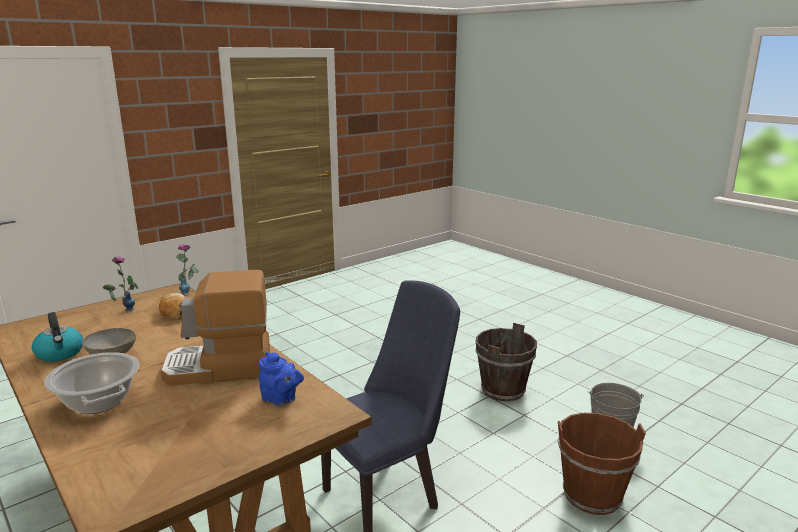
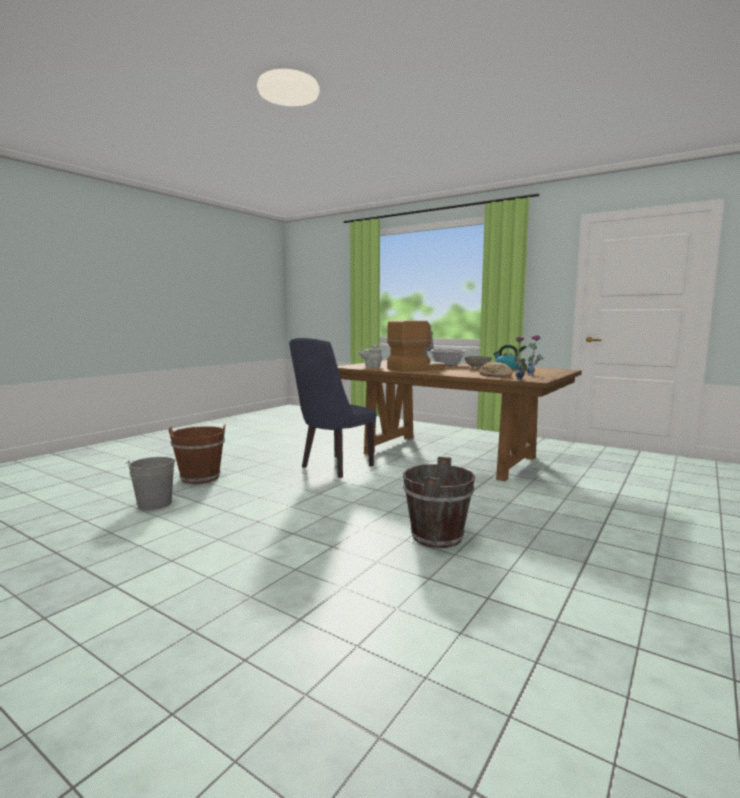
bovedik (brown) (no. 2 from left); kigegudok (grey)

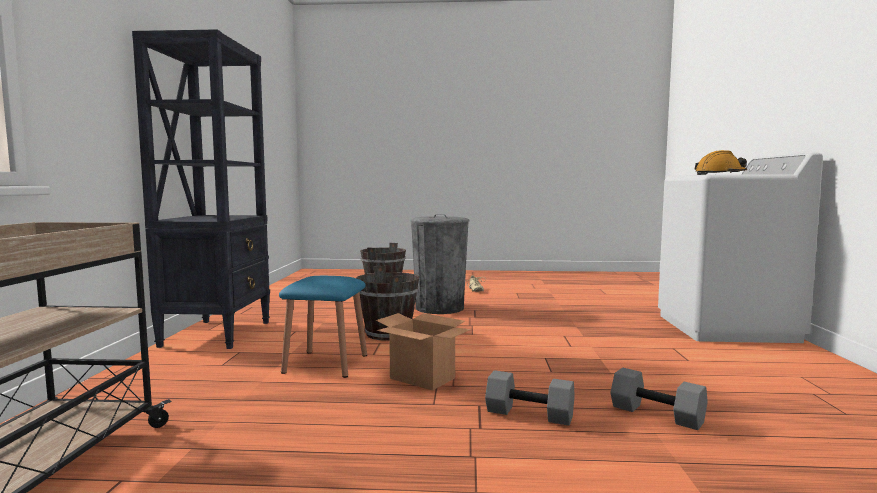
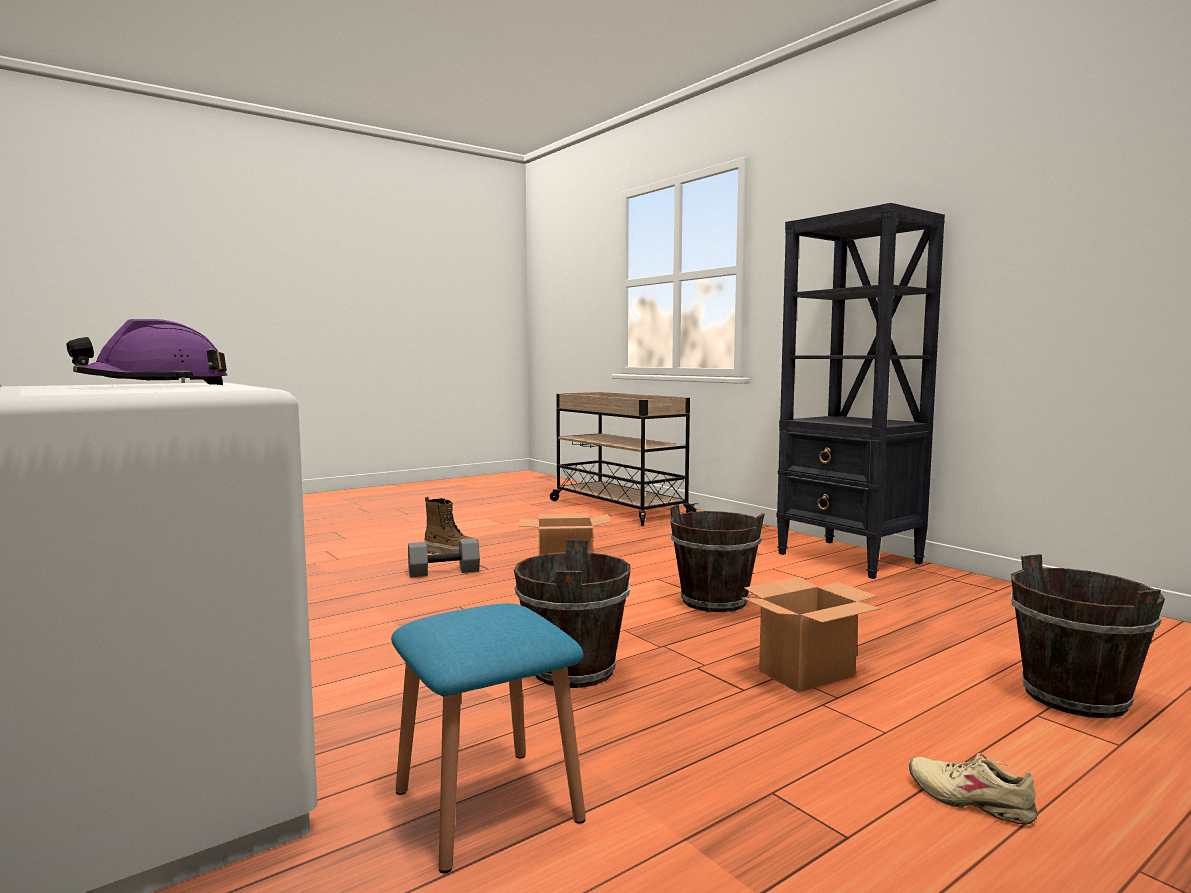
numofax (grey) (no. 2 from left in the first image); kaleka; bovedik (brown) (no. 1 from left); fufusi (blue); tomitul (no. 2 from left); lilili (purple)

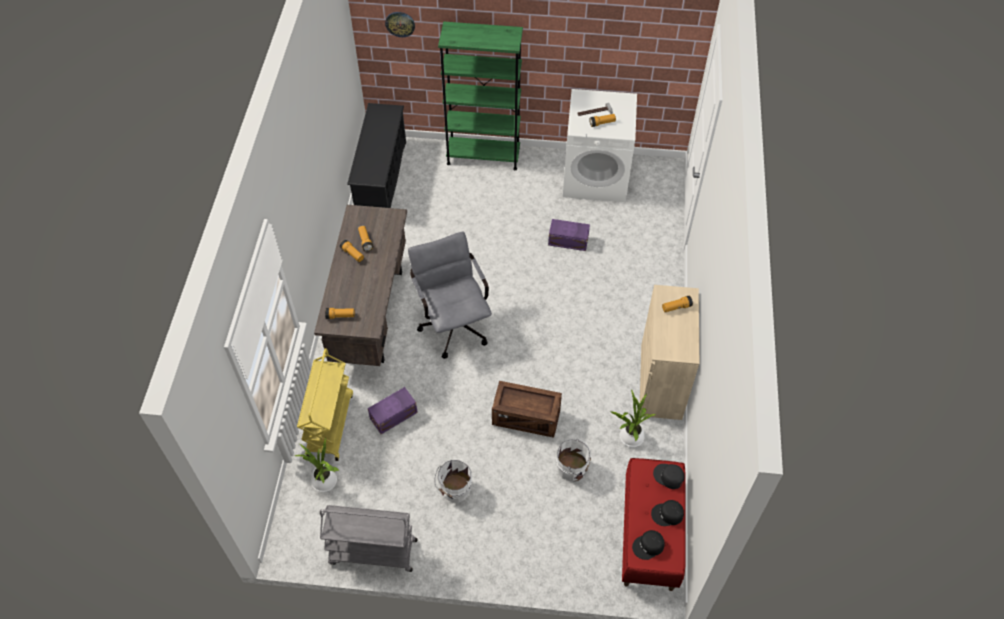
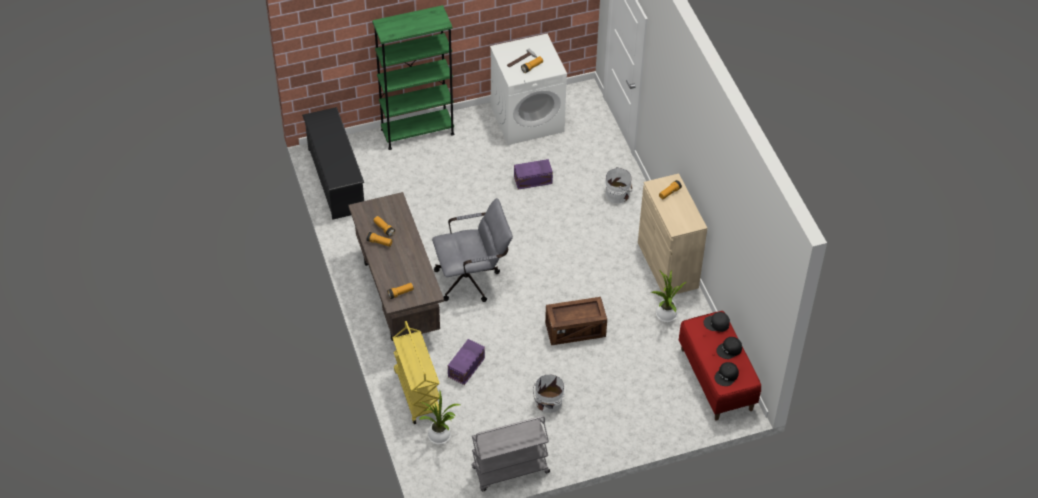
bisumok; bovedik (white) (no. 2 from left); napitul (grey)

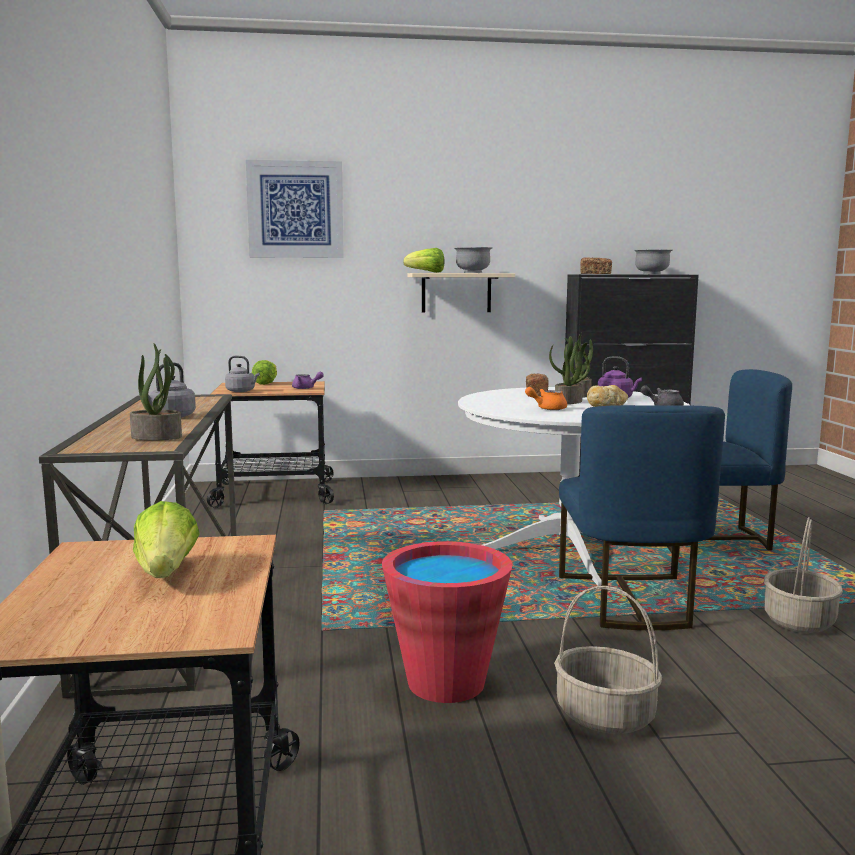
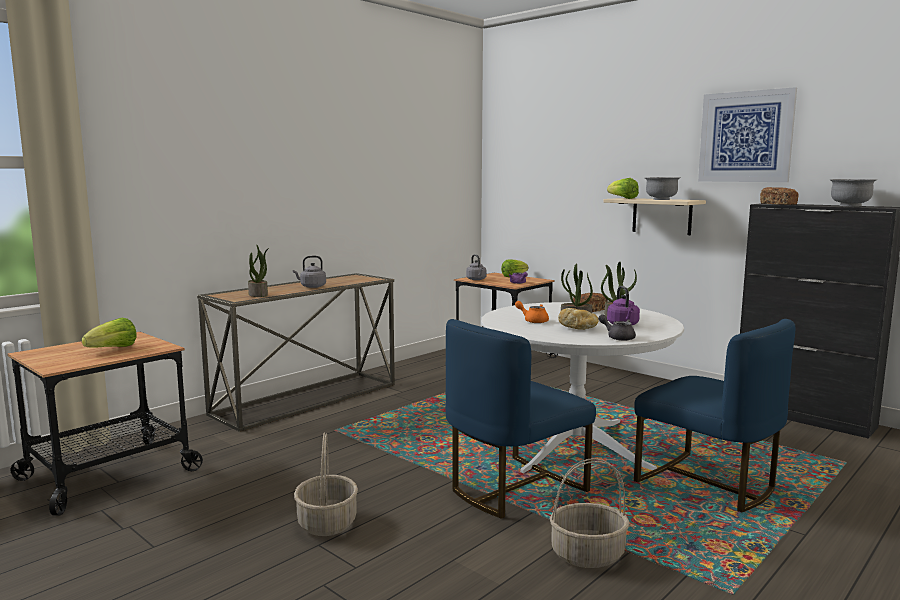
bovedik (red); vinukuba

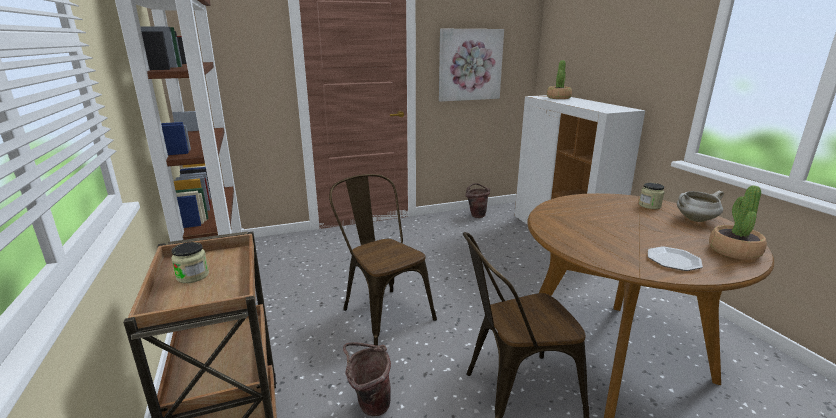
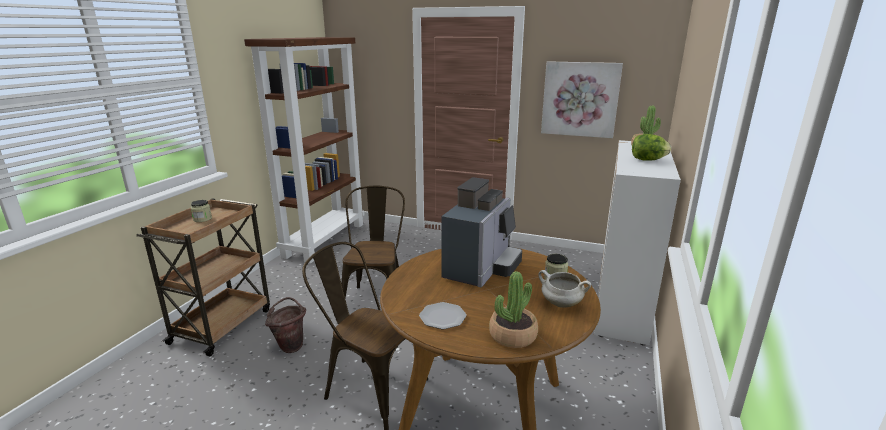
bovedik (brown) (no. 2 from left in the first image); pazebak; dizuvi

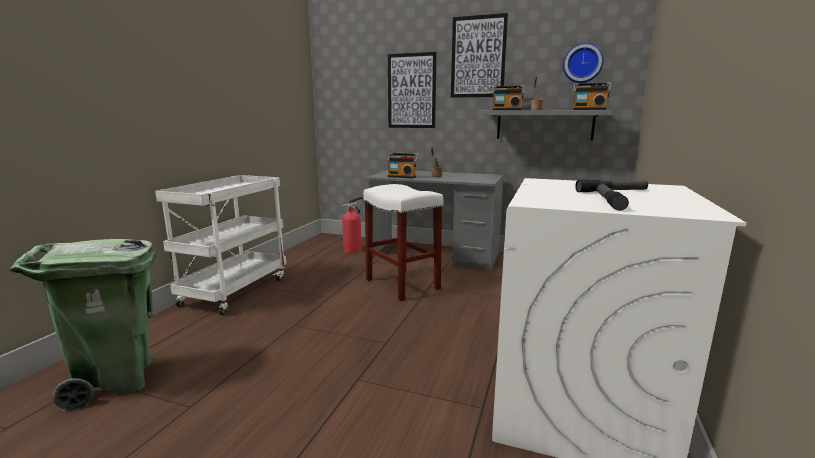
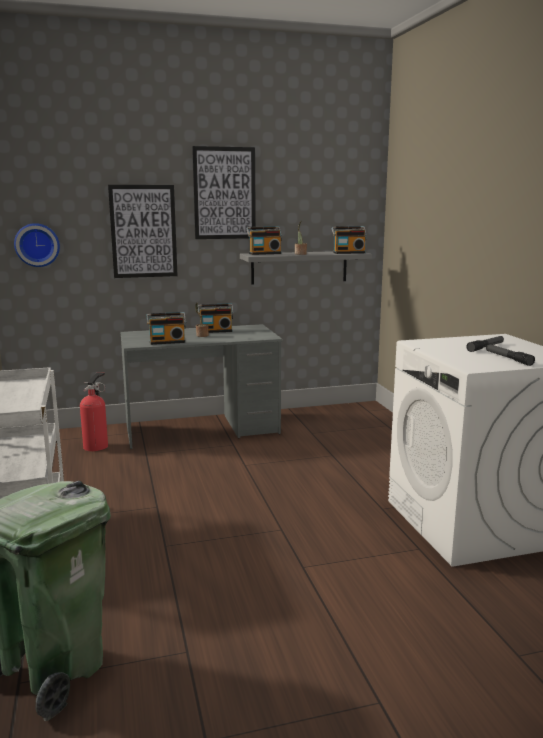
fufusi (white); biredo (no. 2 from left); bisumok

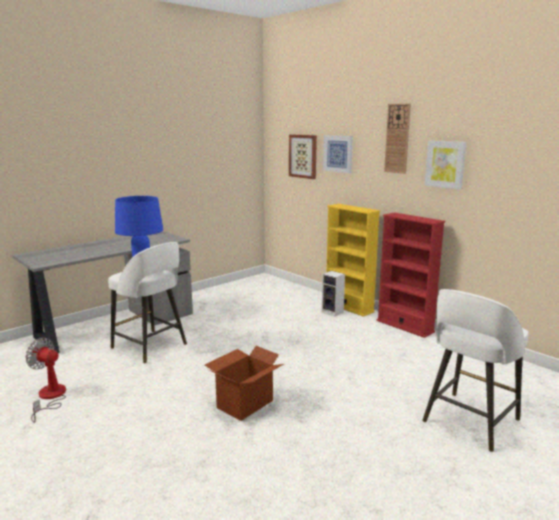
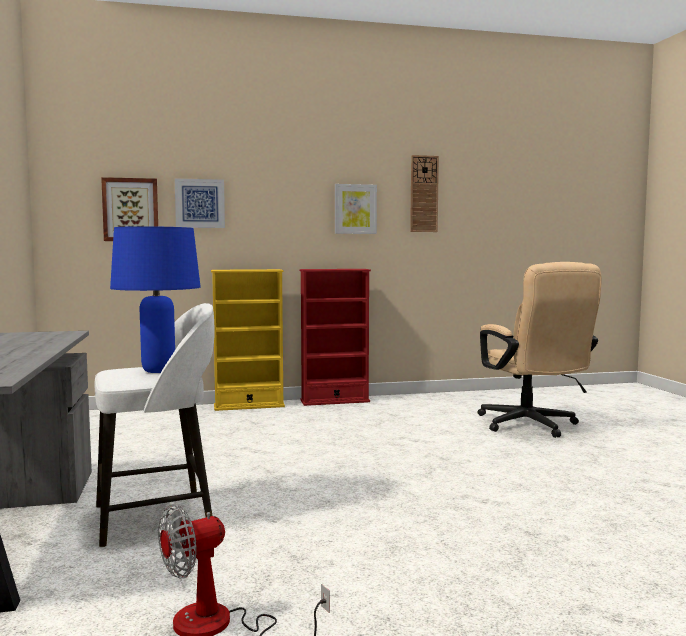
tomitul; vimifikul; bisumok; napitul (beige)

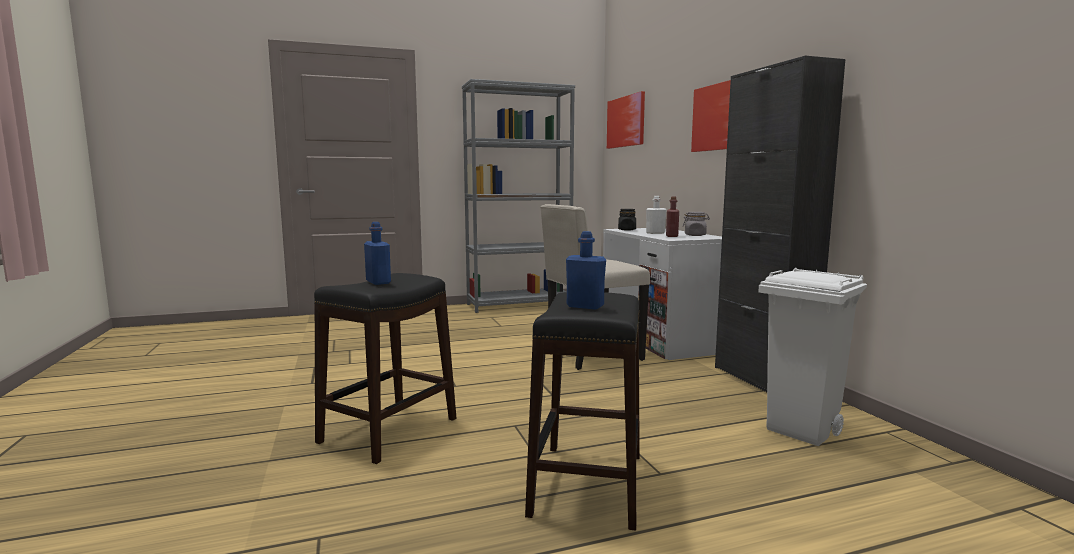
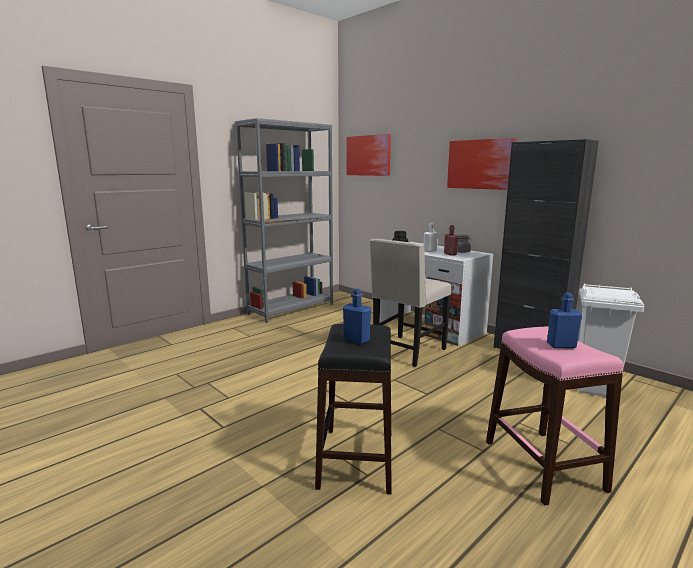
fufusi (pink)

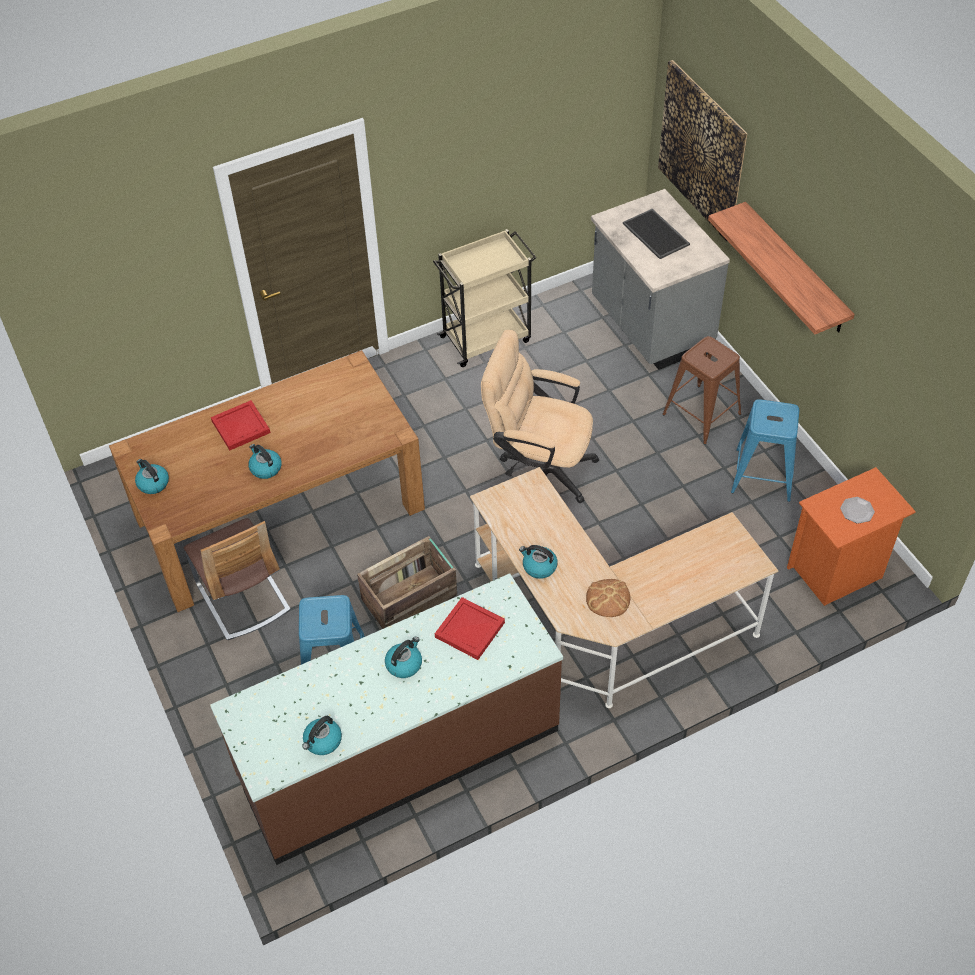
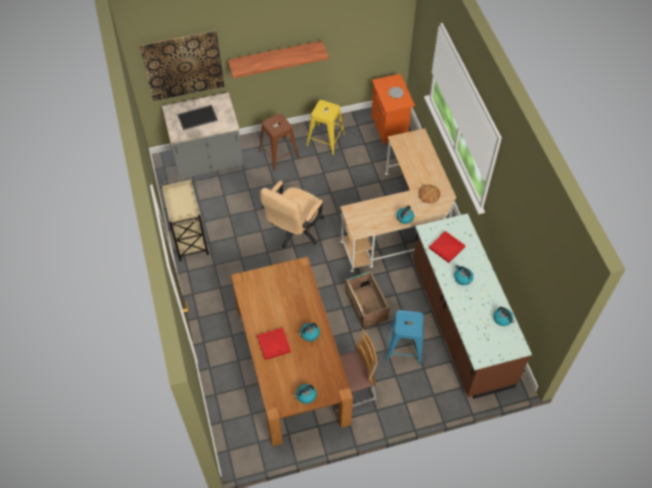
fufusi (yellow)

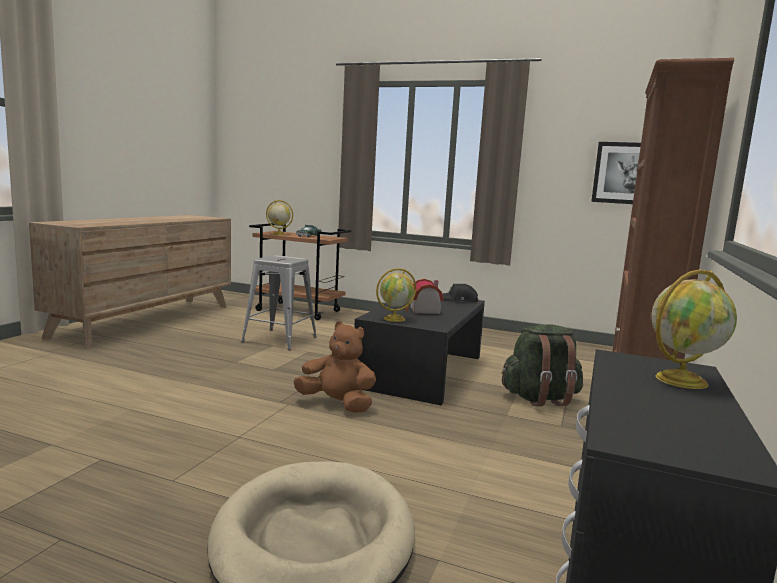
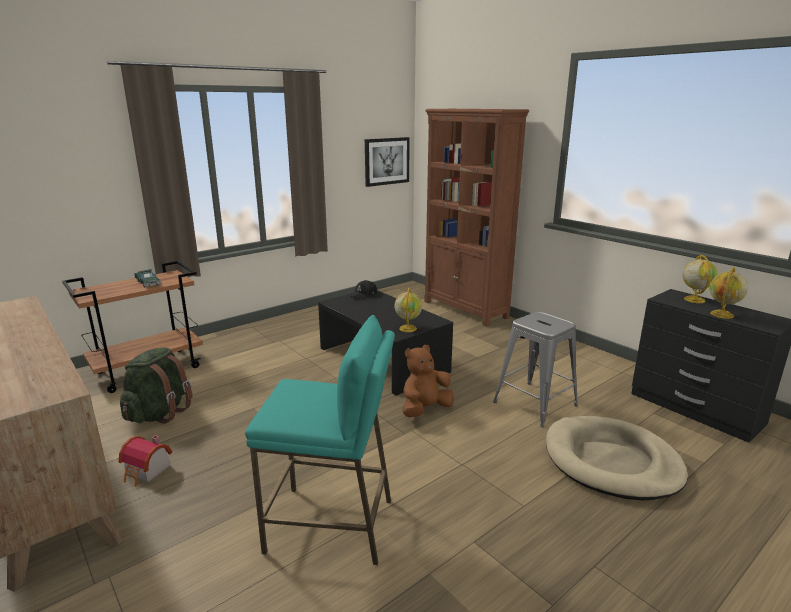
fufusi (turquoise); fufusi (grey); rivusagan (no. 3 from left); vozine; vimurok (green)

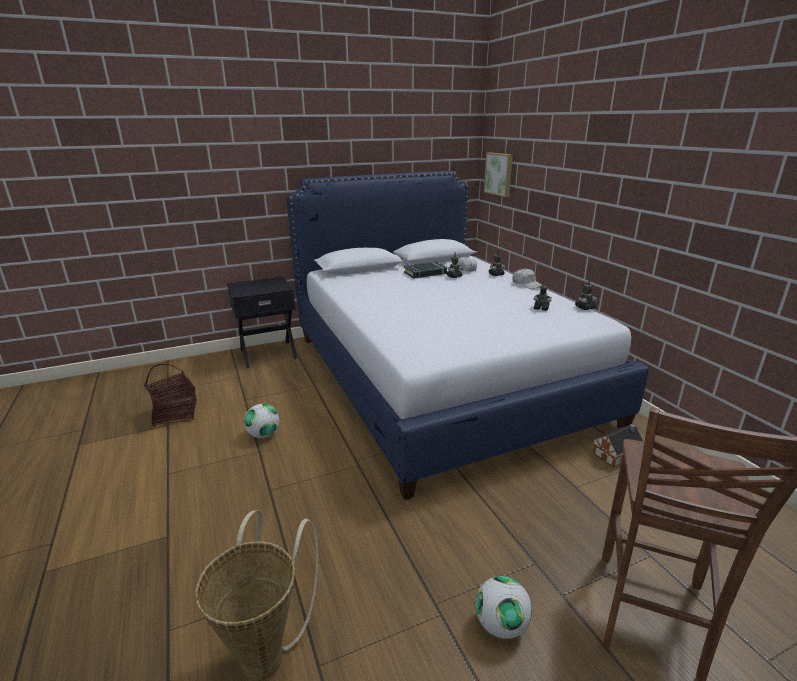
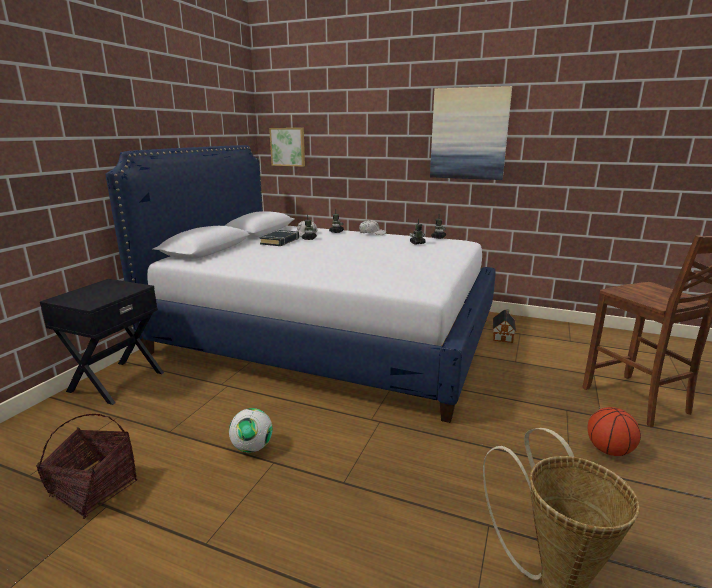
vinukuba (no. 2 from left); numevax

